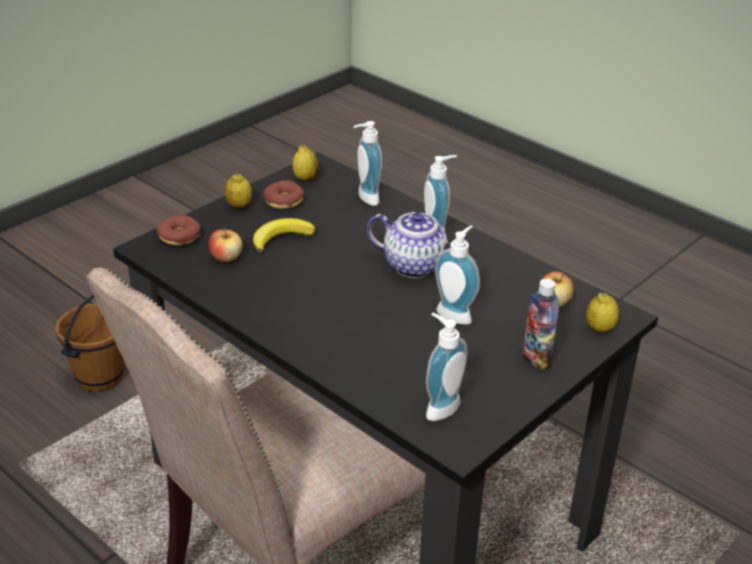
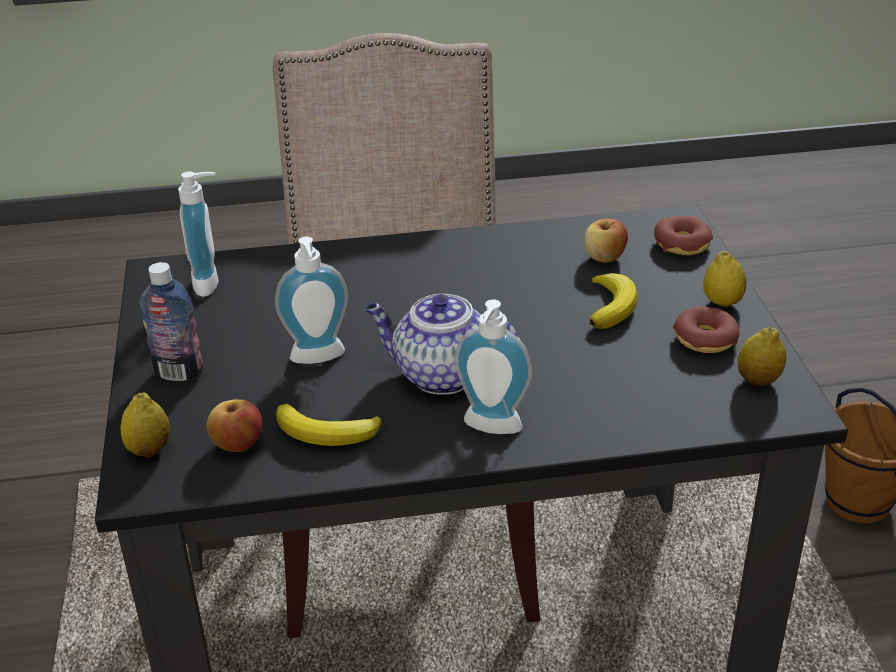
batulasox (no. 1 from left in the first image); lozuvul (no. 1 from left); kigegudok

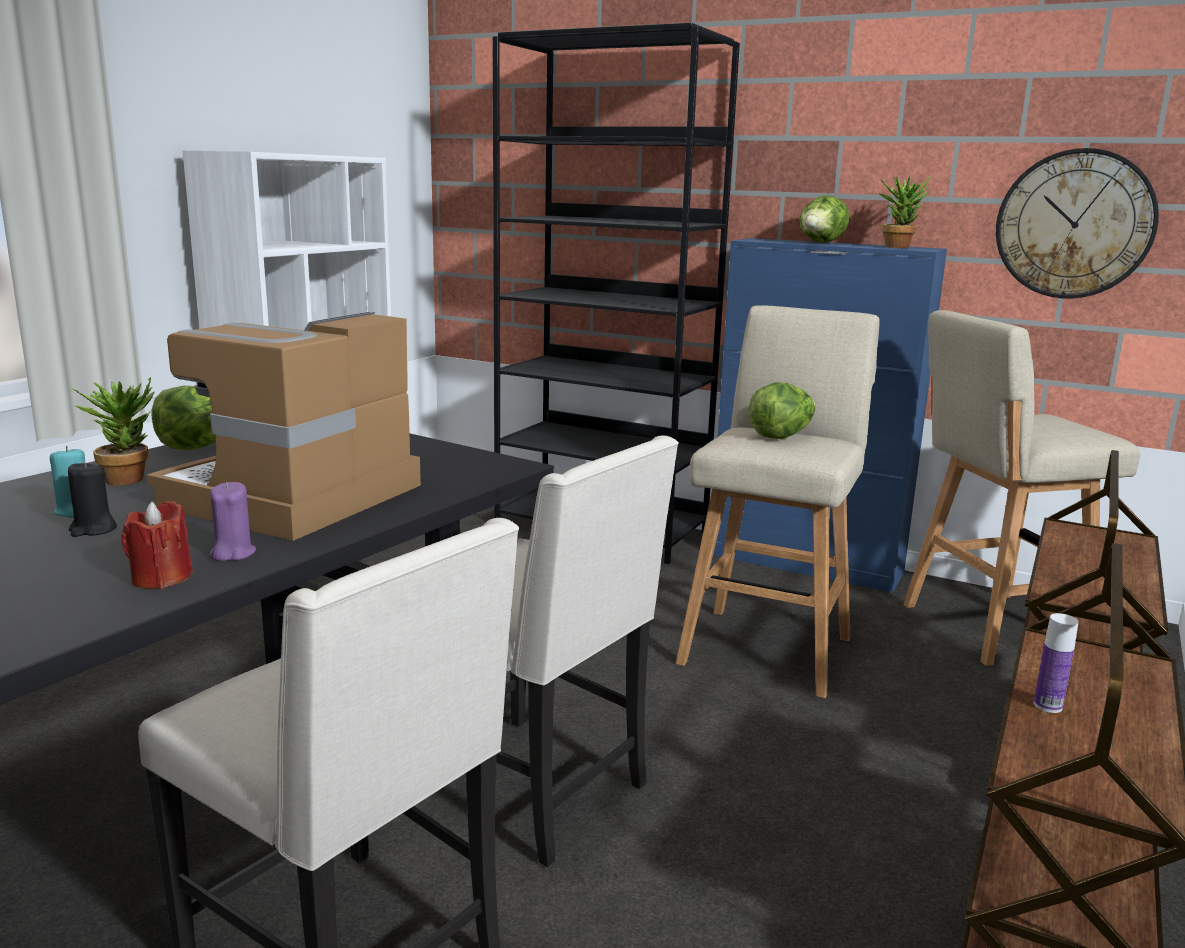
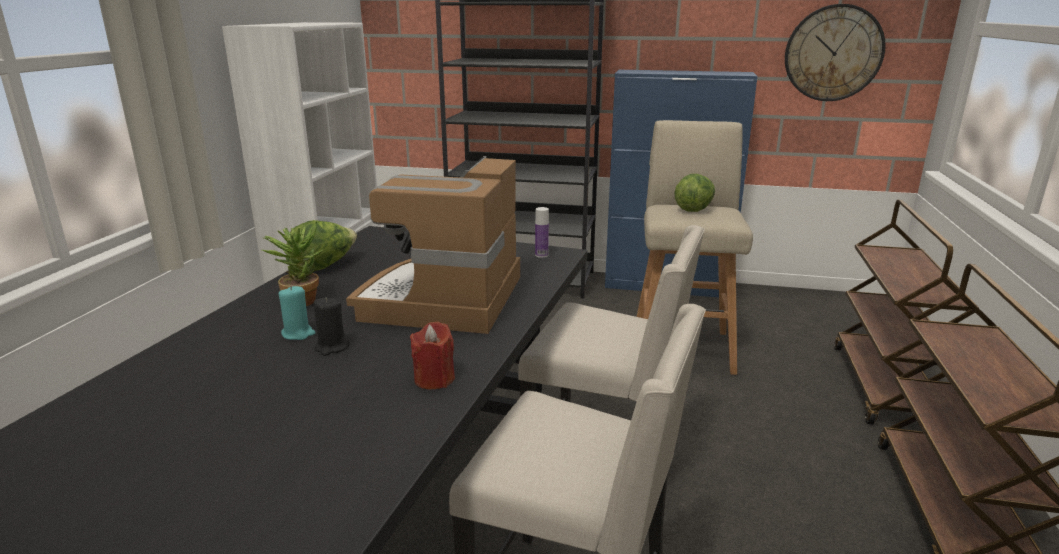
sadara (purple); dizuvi (no. 3 from left in the first image); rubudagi (no. 2 from left in the first image); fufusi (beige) (no. 2 from left in the first image); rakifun

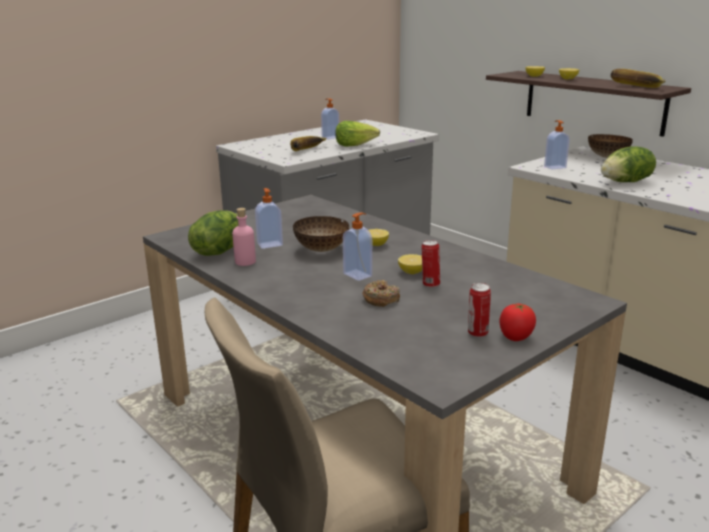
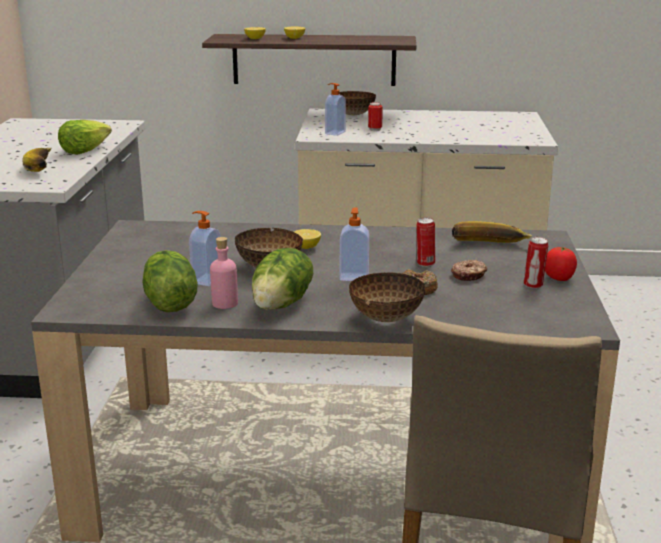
batulasox (no. 2 from left in the first image); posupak (no. 2 from left in the first image); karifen (no. 3 from left); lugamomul (no. 1 from left); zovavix (no. 2 from left); dizuvi (no. 3 from left); lozuvul (no. 2 from left)

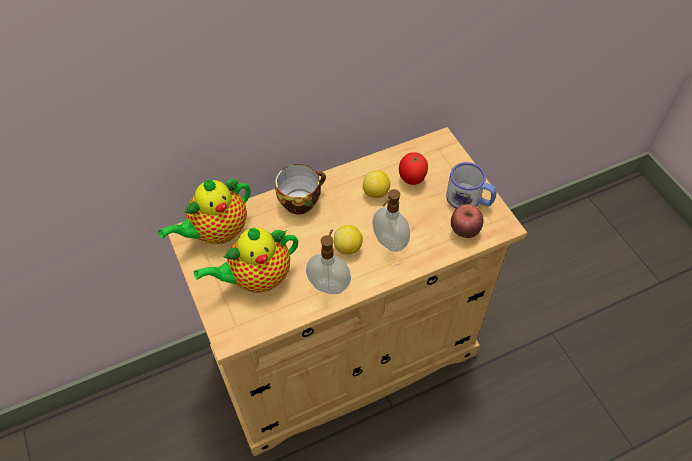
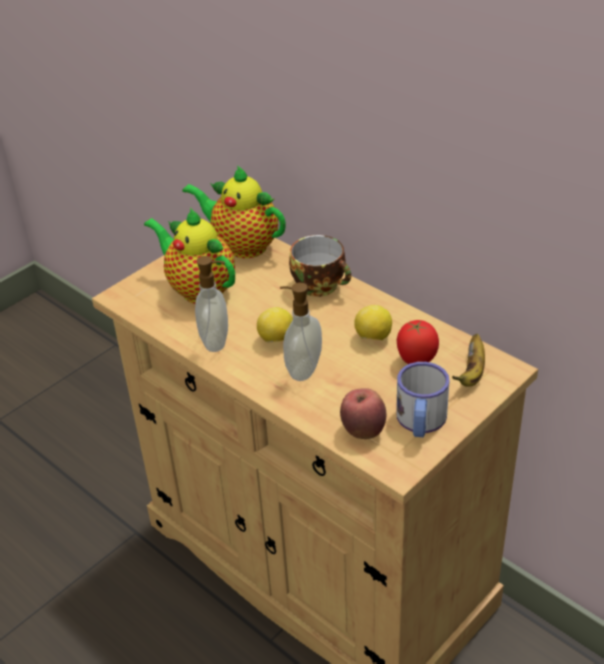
lozuvul

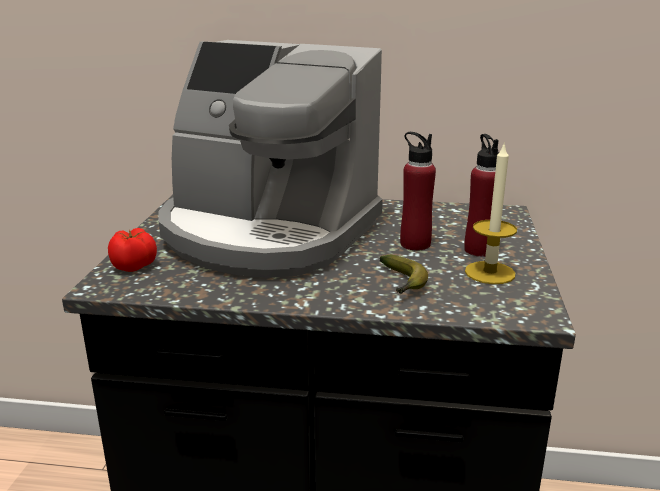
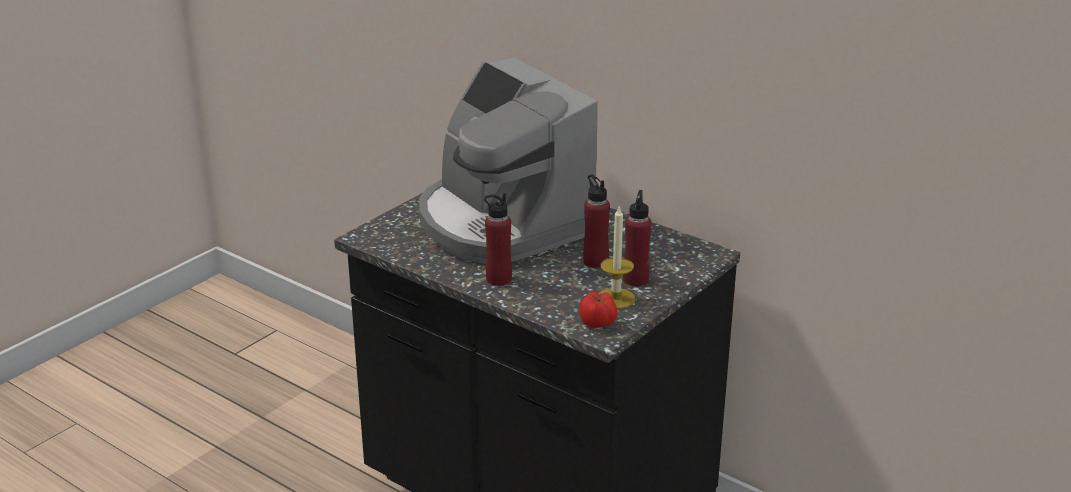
lozuvul; rakifun (red) (no. 1 from left); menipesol

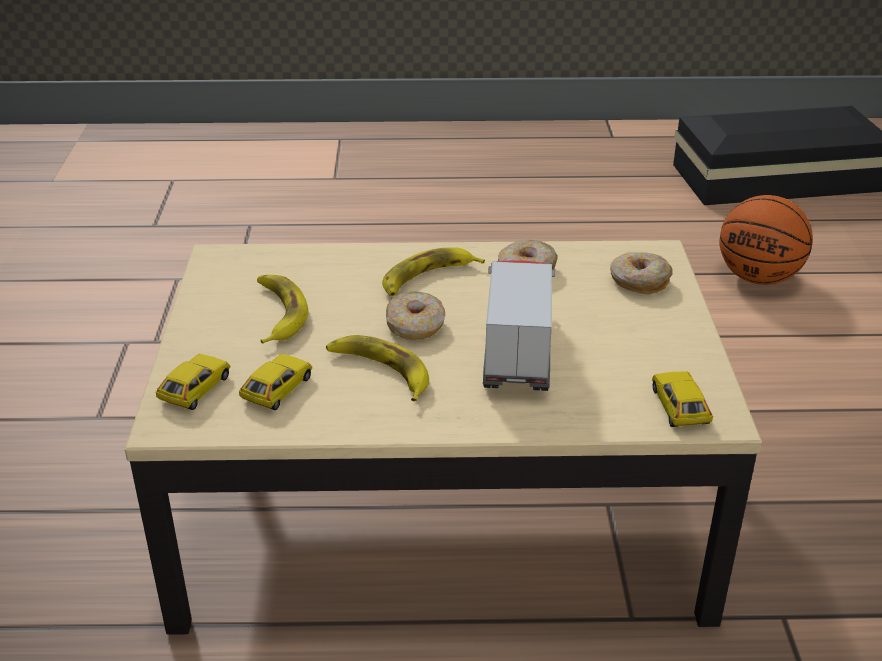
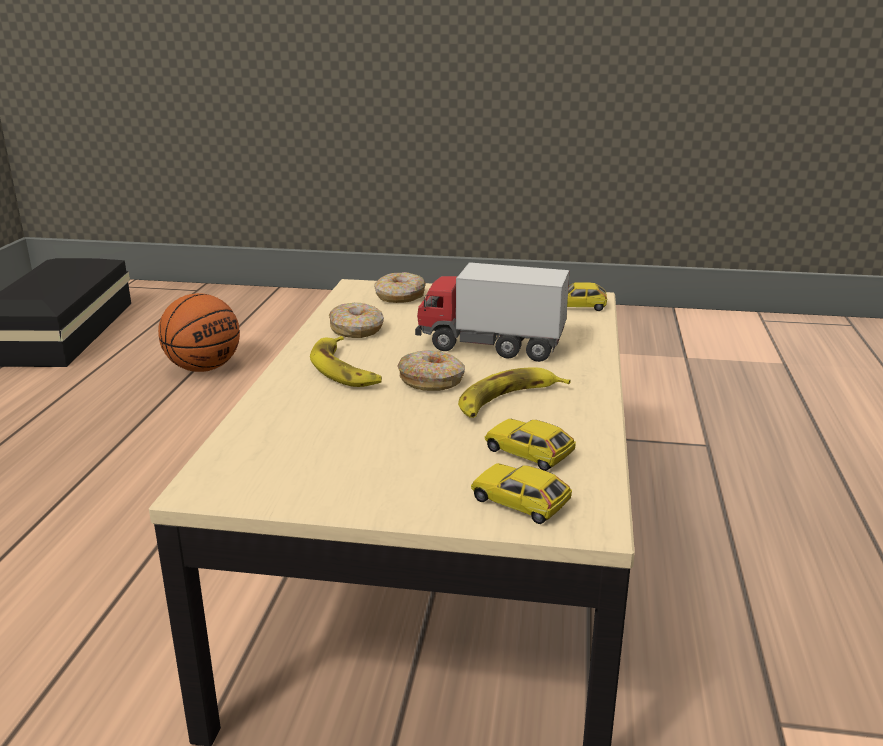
lozuvul (no. 1 from left in the first image)

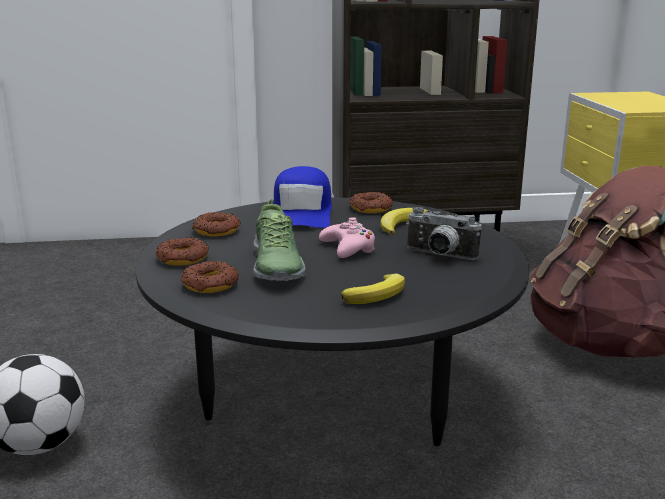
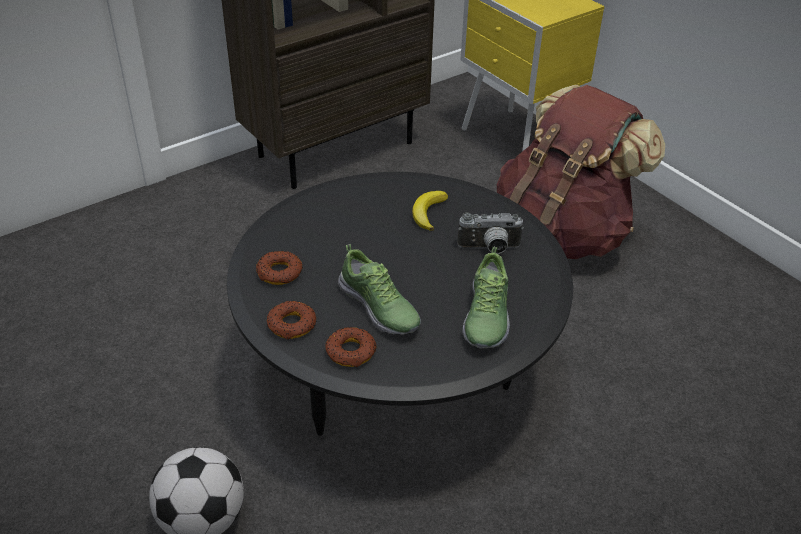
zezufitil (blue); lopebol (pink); zovavix (no. 4 from left in the first image); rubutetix (no. 2 from left)

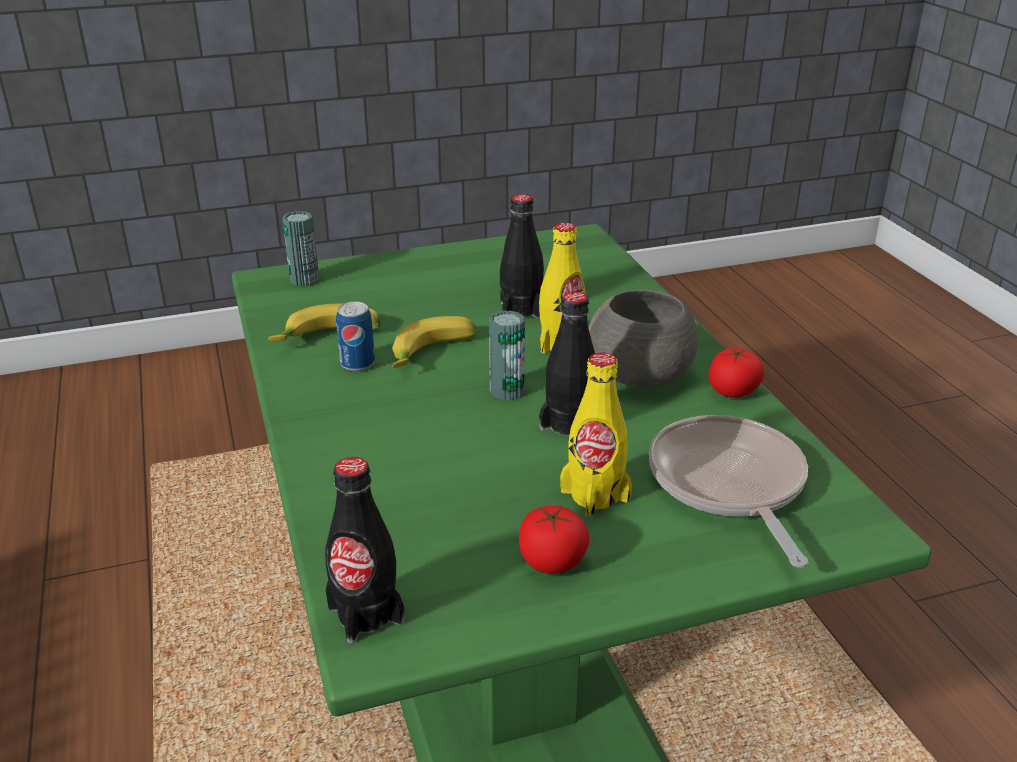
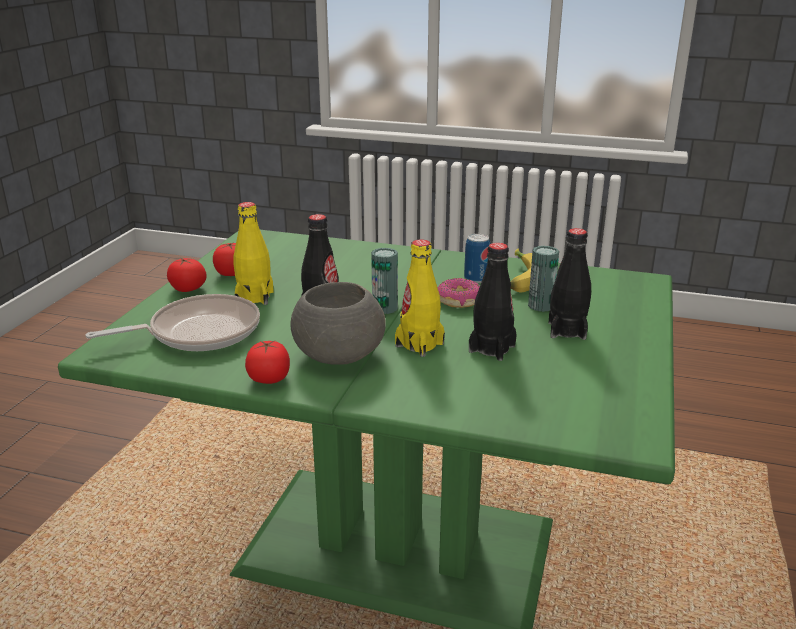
menipesol (no. 1 from left); lugamomul (no. 3 from left); rakifun (black) (no. 3 from left); zovavix; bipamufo

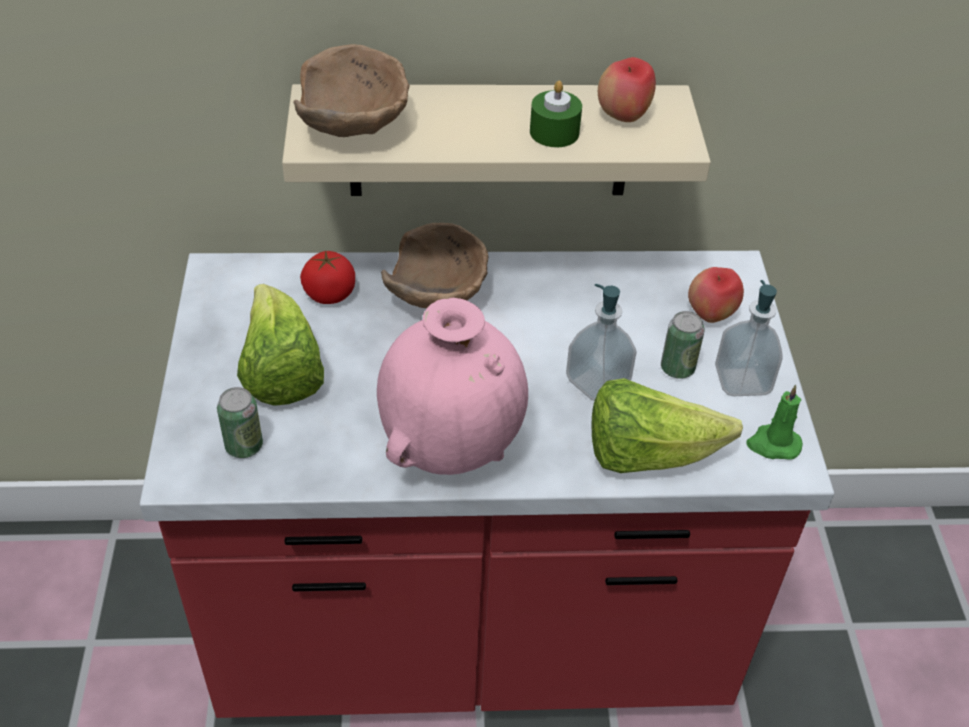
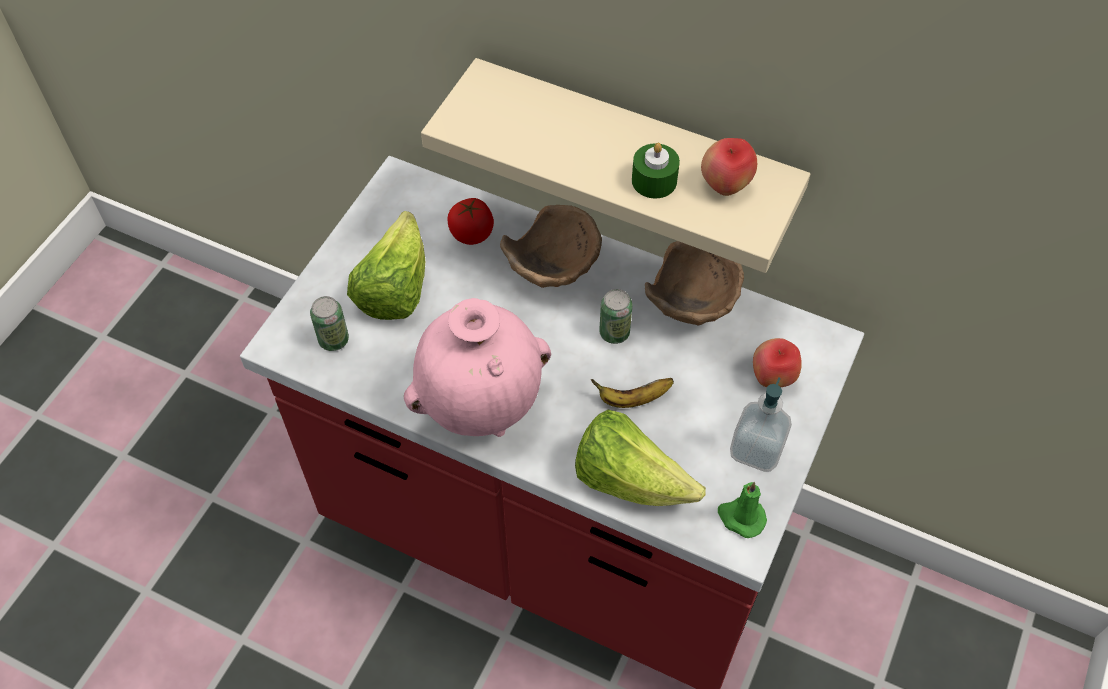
karifen (brown) (no. 2 from left); lugamomul (no. 2 from left); lozuvul

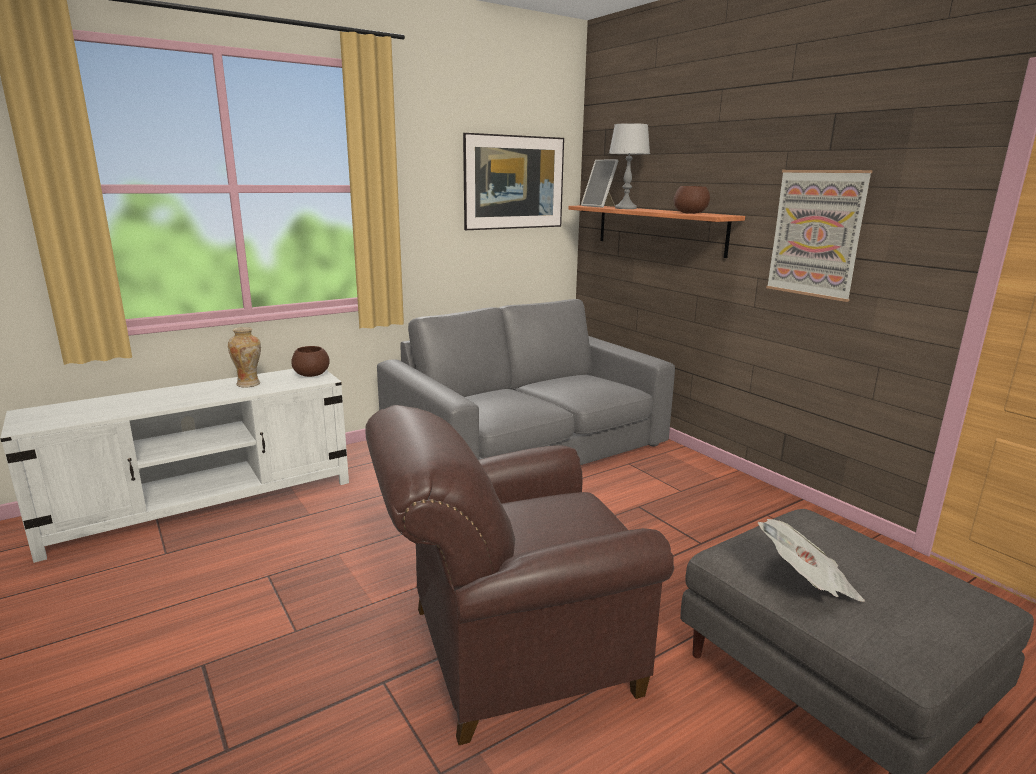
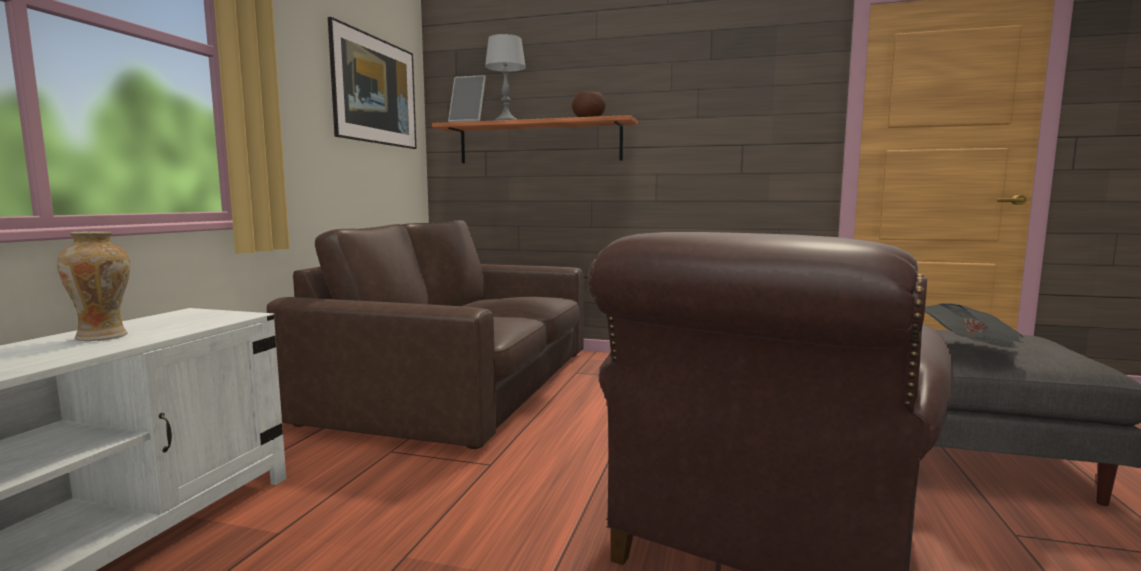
karifen (brown) (no. 1 from left in the first image); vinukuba (no. 2 from left in the first image); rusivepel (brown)

